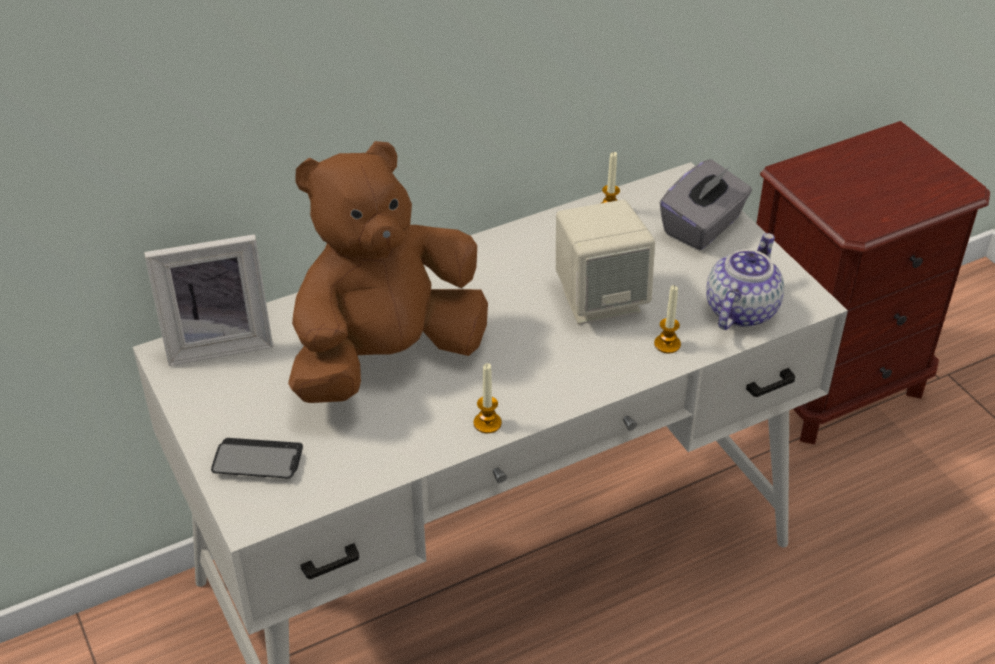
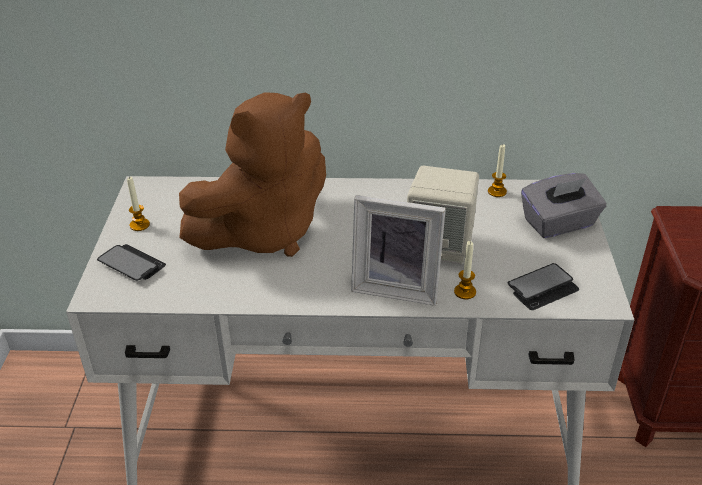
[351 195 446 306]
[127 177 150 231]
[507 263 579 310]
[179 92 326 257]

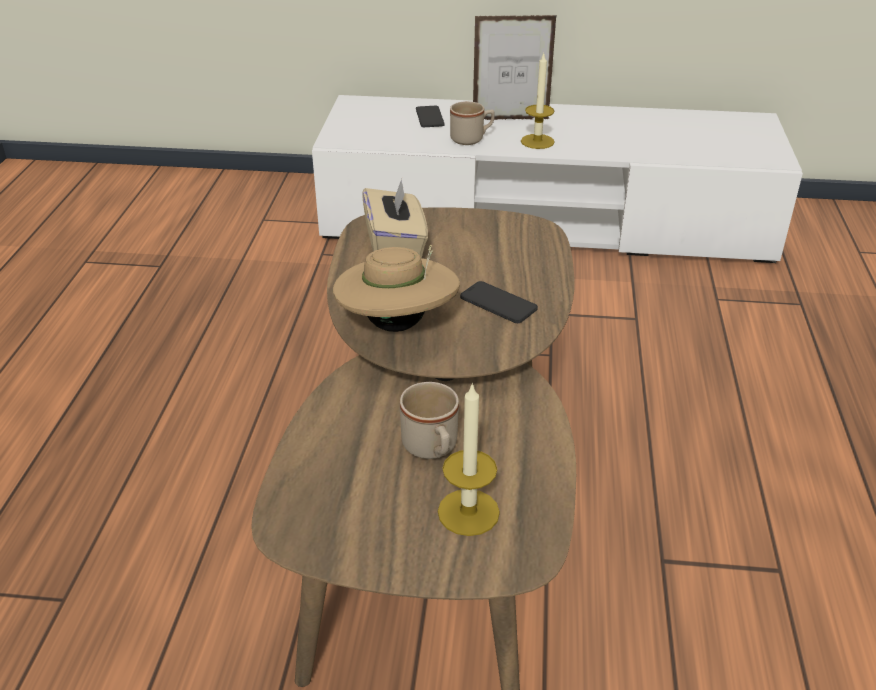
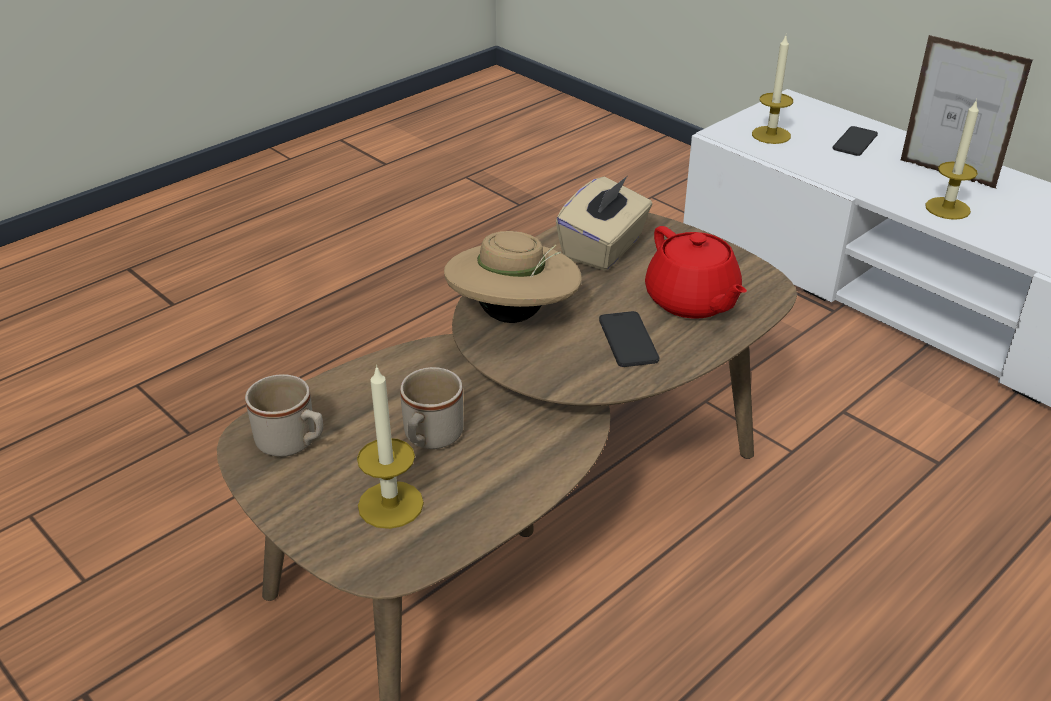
[645 226 747 319]
[752 36 793 144]
[245 374 323 457]

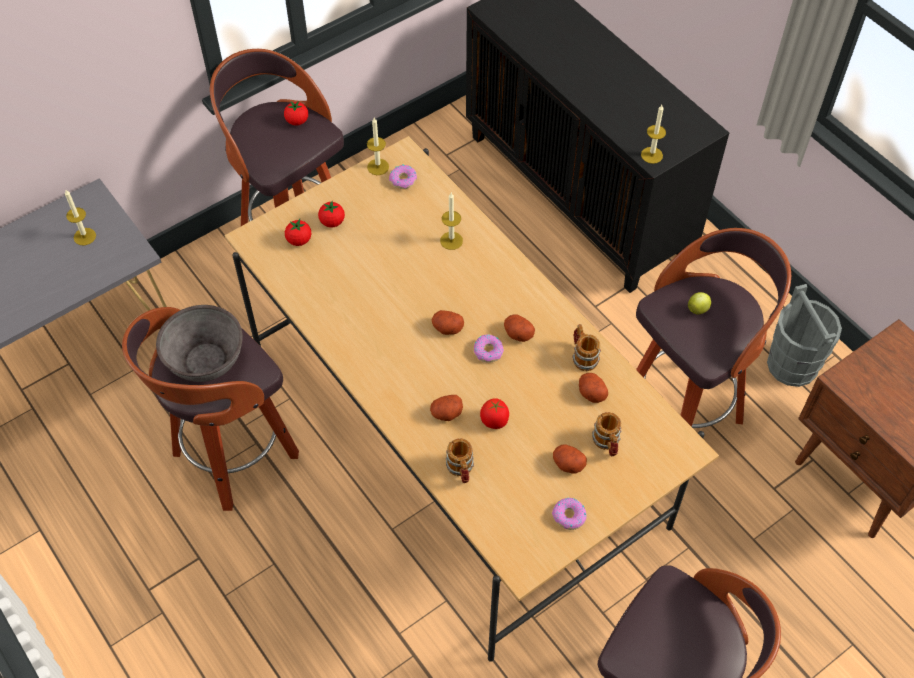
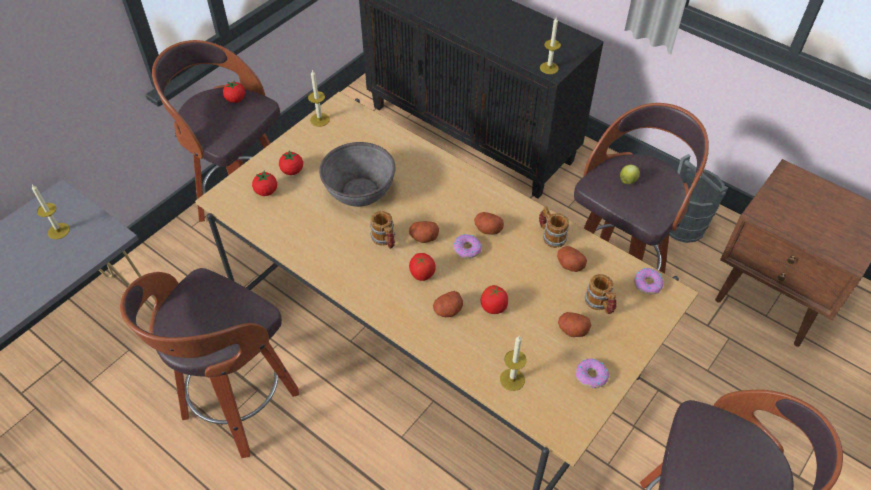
[409 253 436 281]
[319 142 396 207]
[634 268 663 294]
[500 336 526 391]
[370 211 395 249]

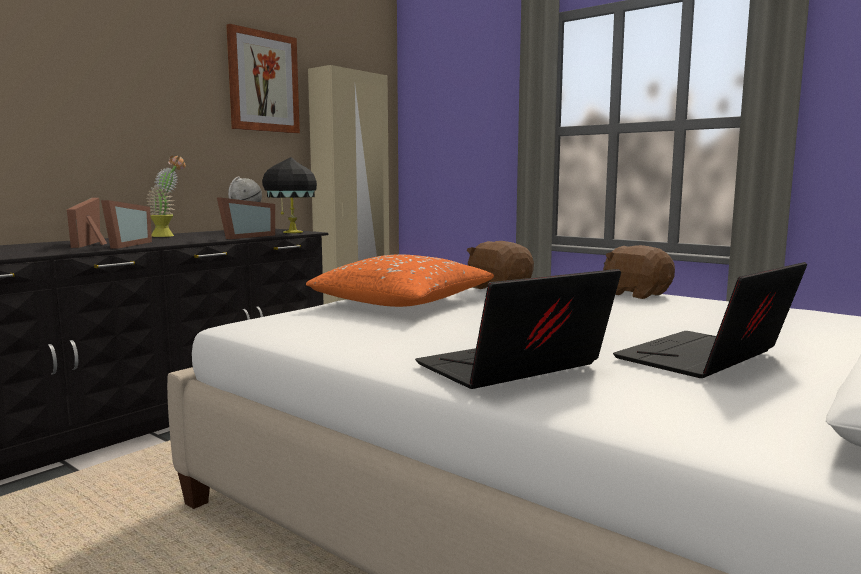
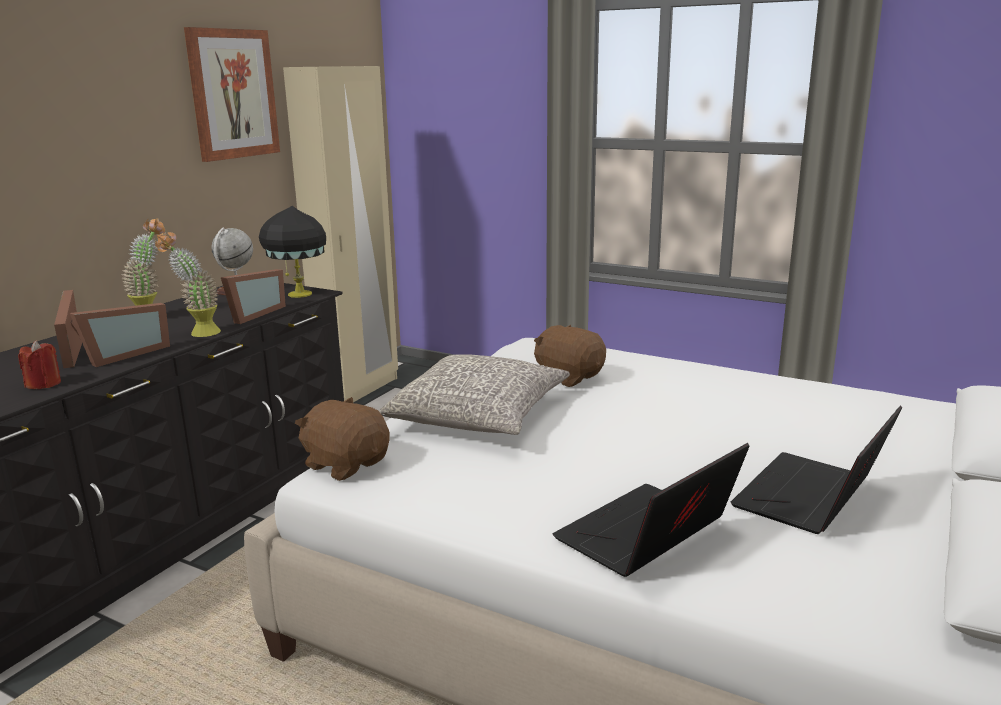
[18 340 61 389]
[155 232 221 337]
[295 397 390 481]
[379 354 570 435]
[70 303 170 367]

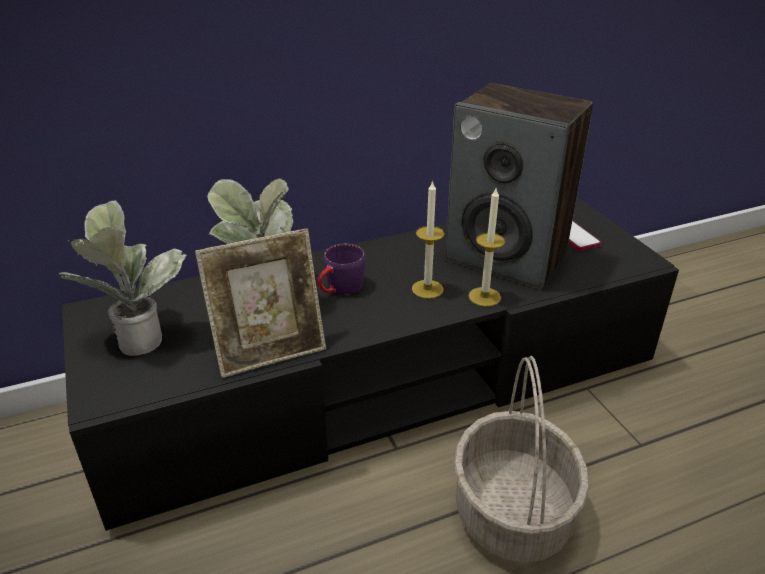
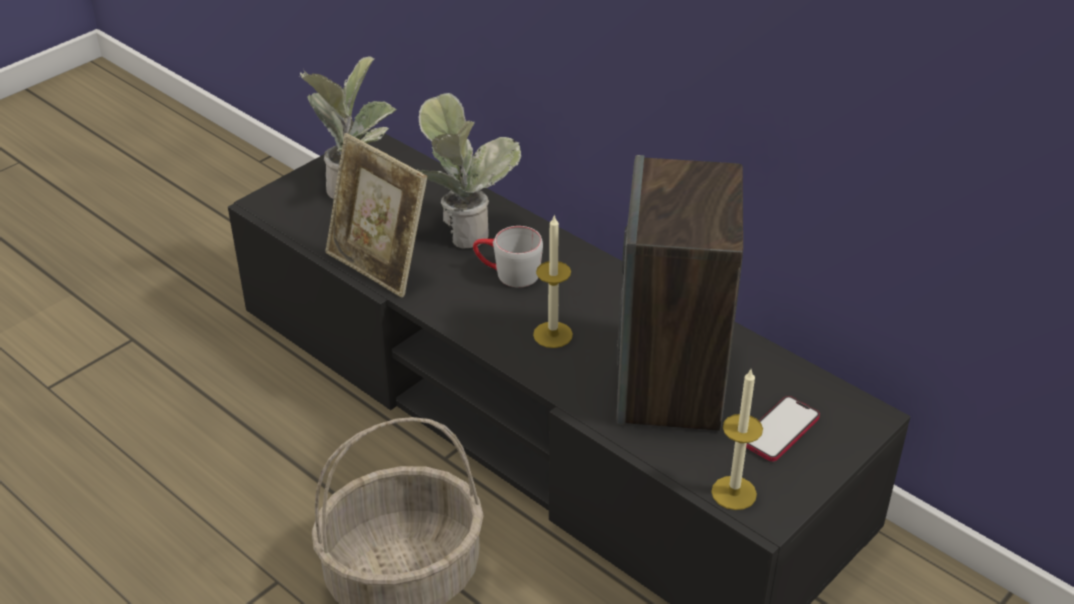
[711 370 763 510]
[473 226 543 288]

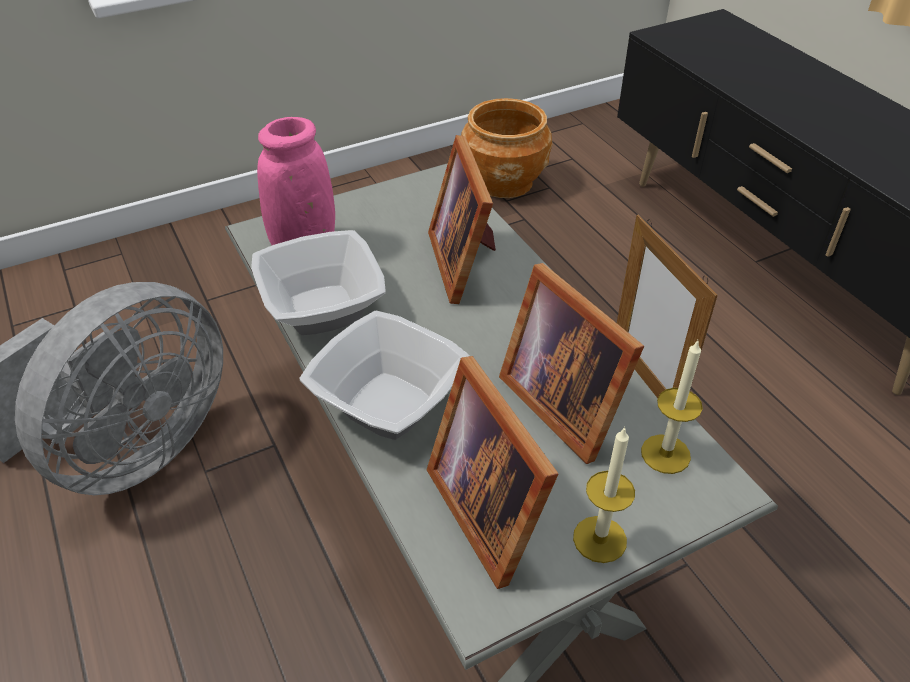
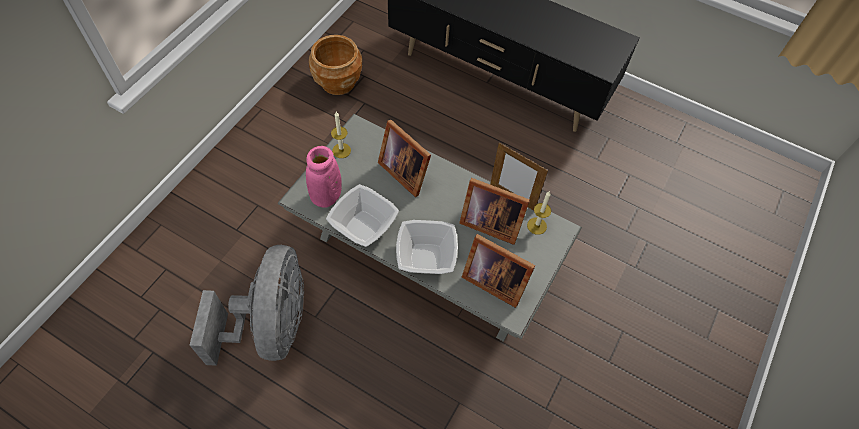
[331 112 351 158]

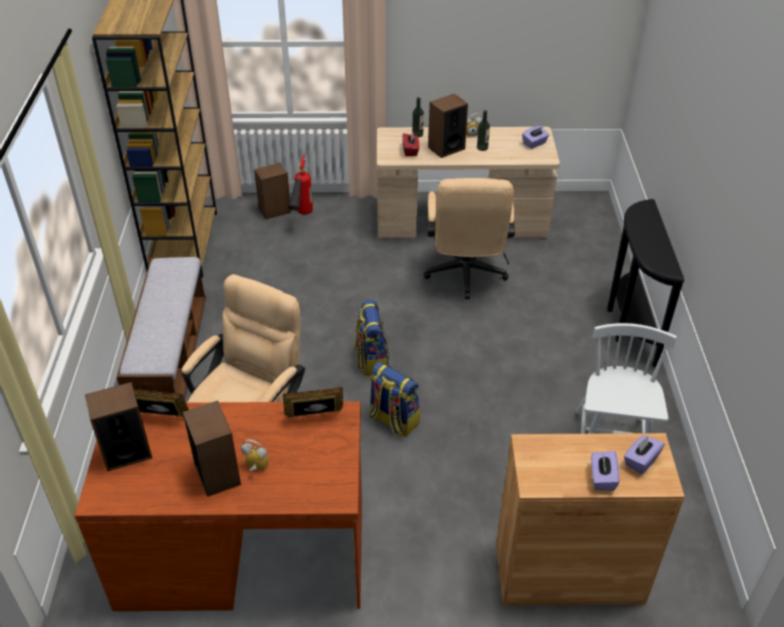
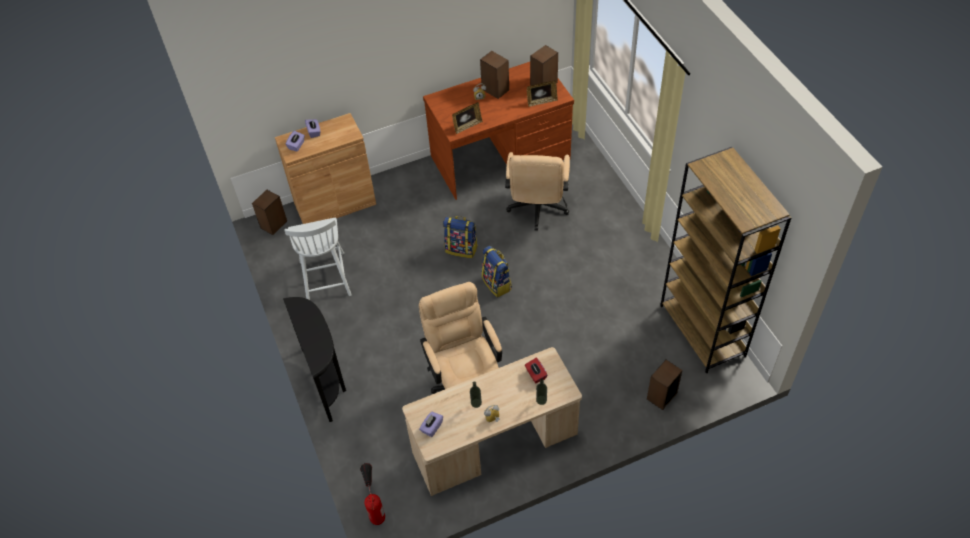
[117 257 206 400] (first image)
[360 463 385 525]
[252 190 287 235]

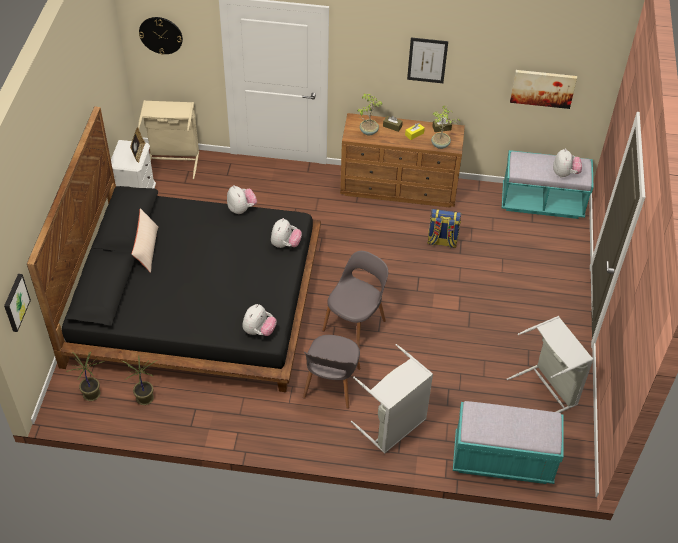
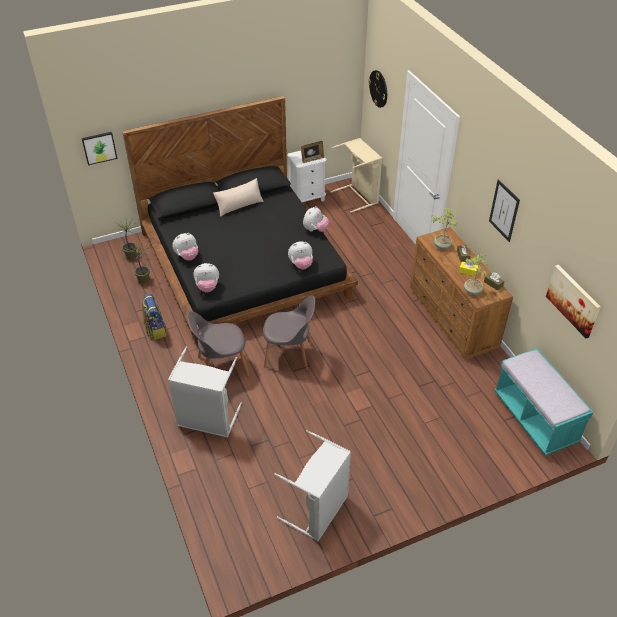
[453 401 564 484] (first image)
[142 293 166 340]
[172 233 198 261]

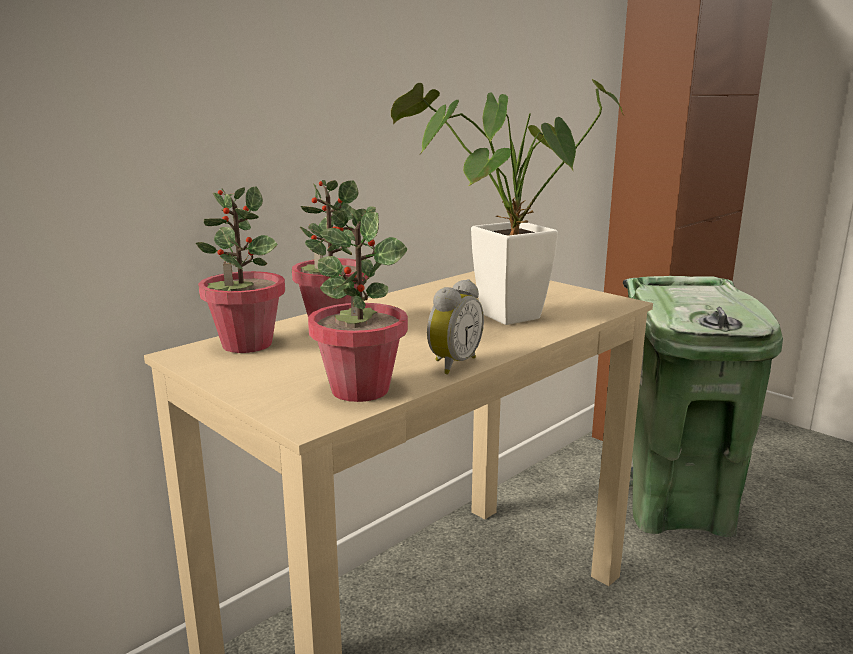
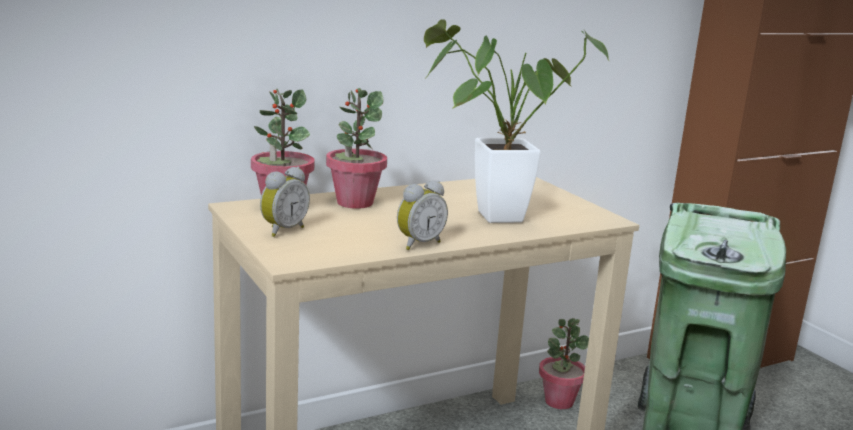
[260 167 310 237]
[539 318 589 409]

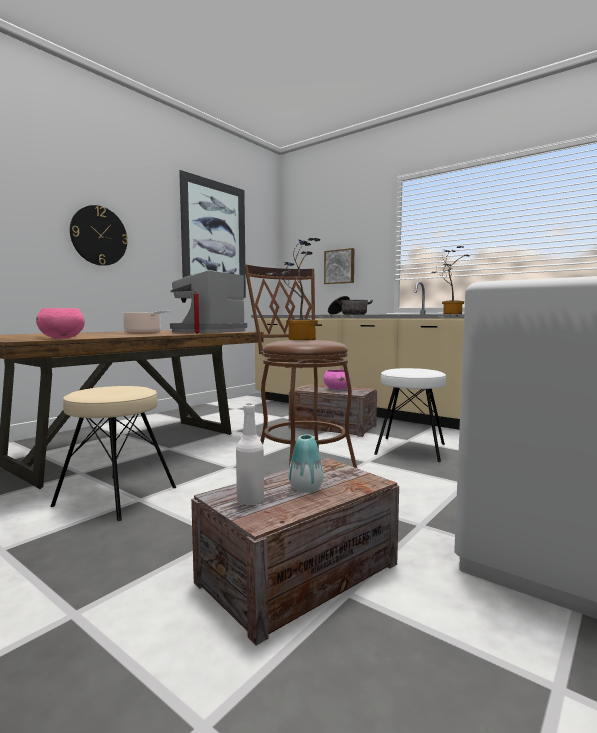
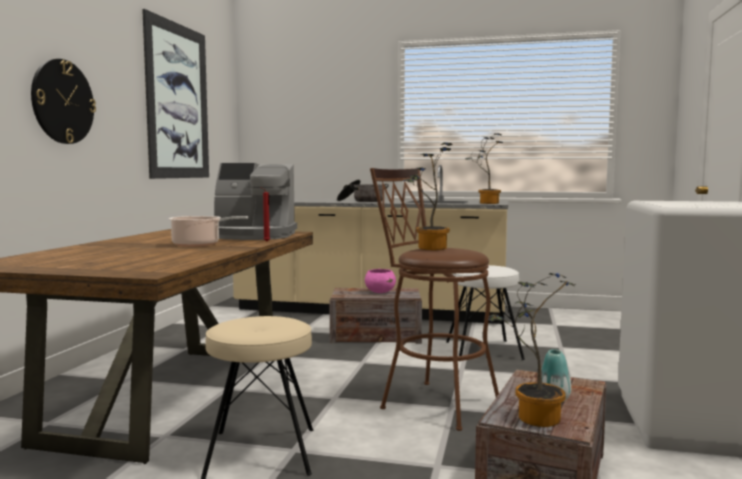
[36 308 85 339] (first image)
[324 248 354 284] (first image)
[488 273 576 427]
[214 163 297 240]

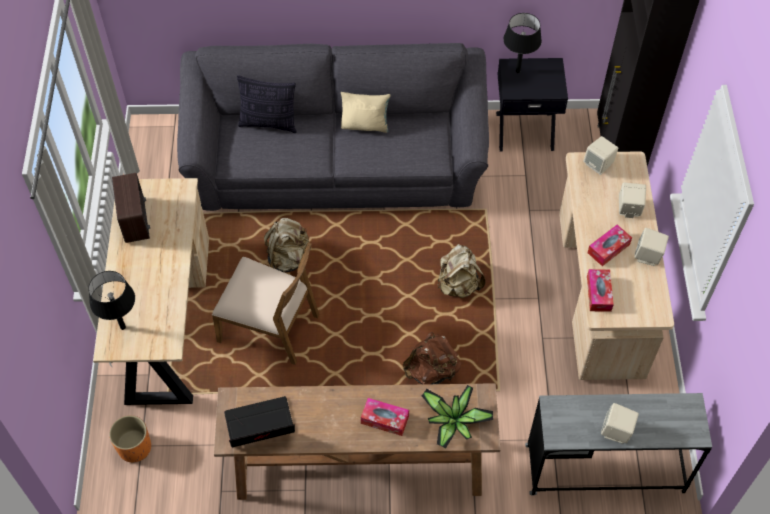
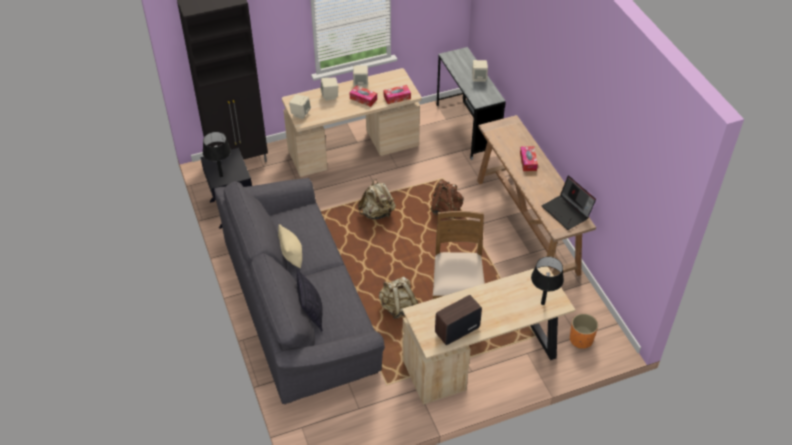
[421 385 493 449] (first image)

